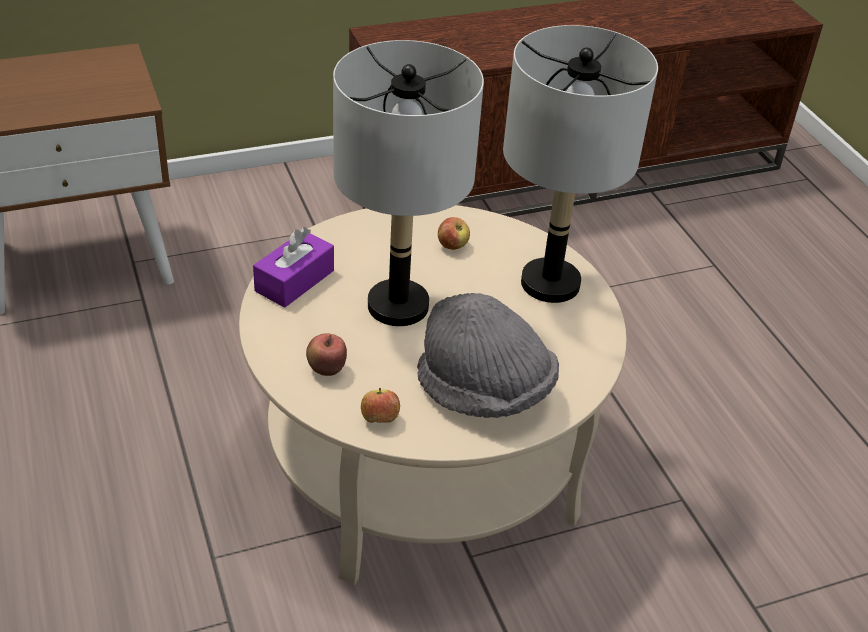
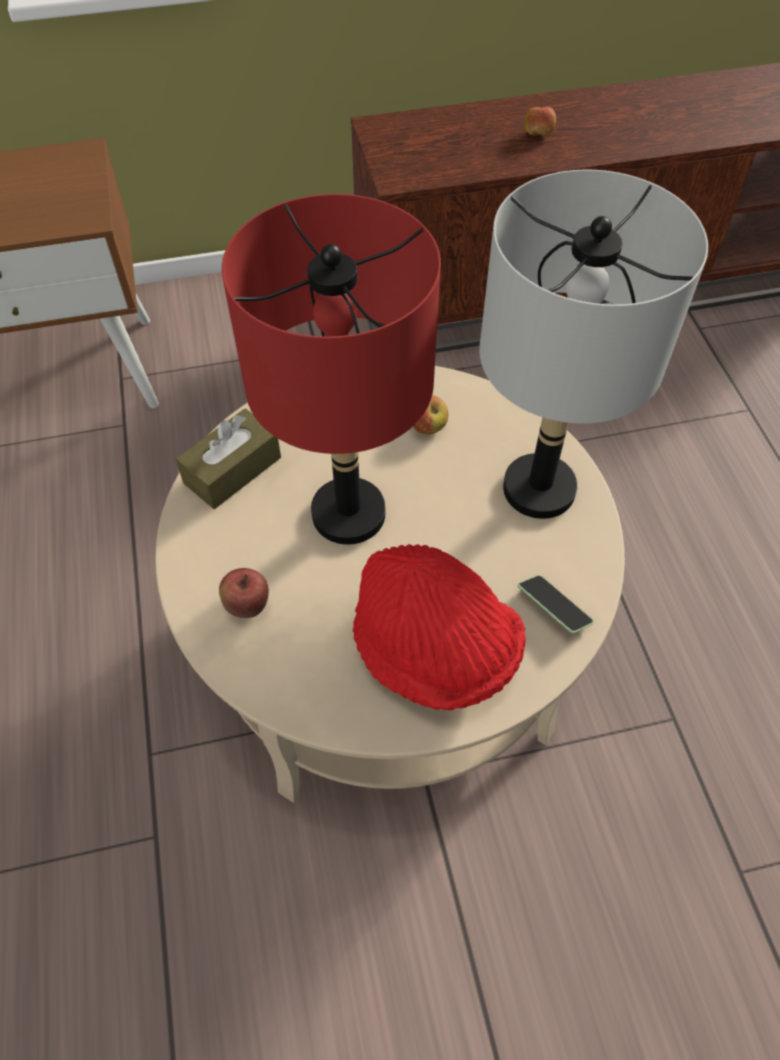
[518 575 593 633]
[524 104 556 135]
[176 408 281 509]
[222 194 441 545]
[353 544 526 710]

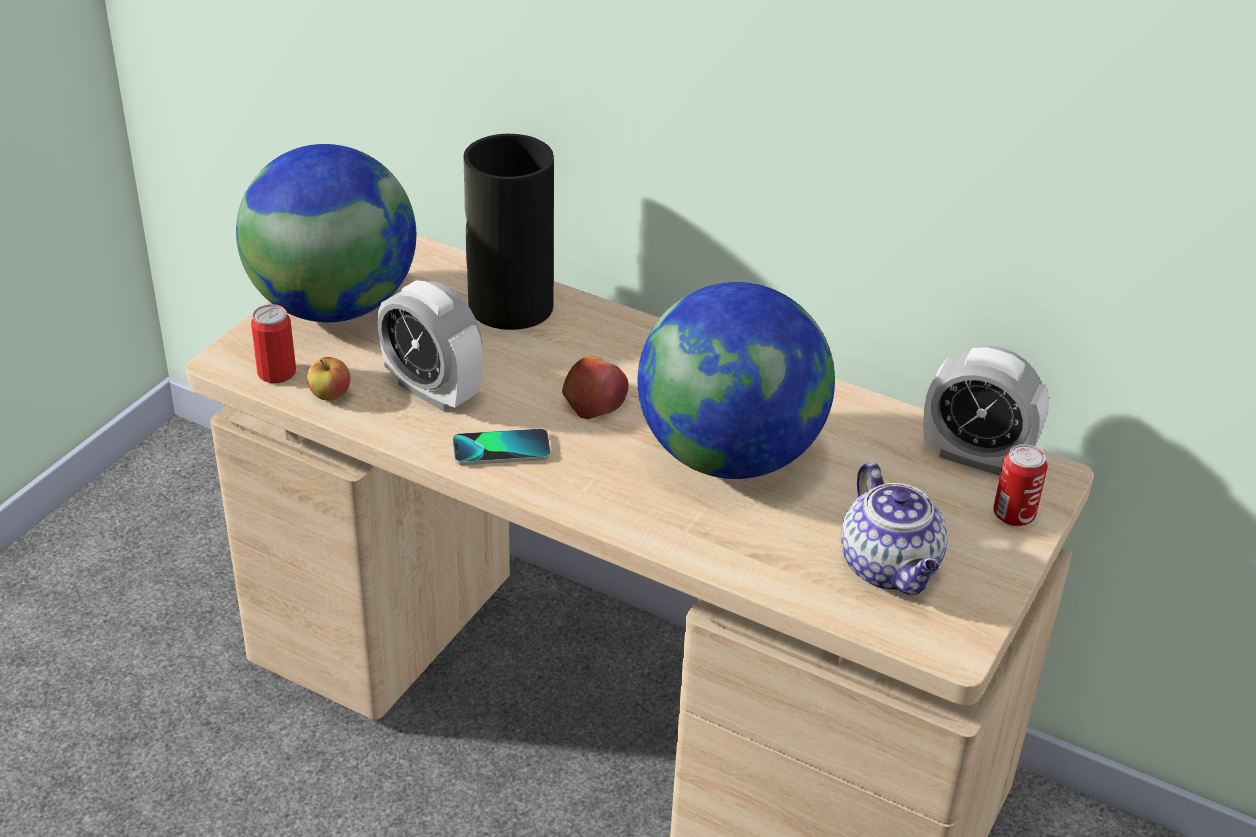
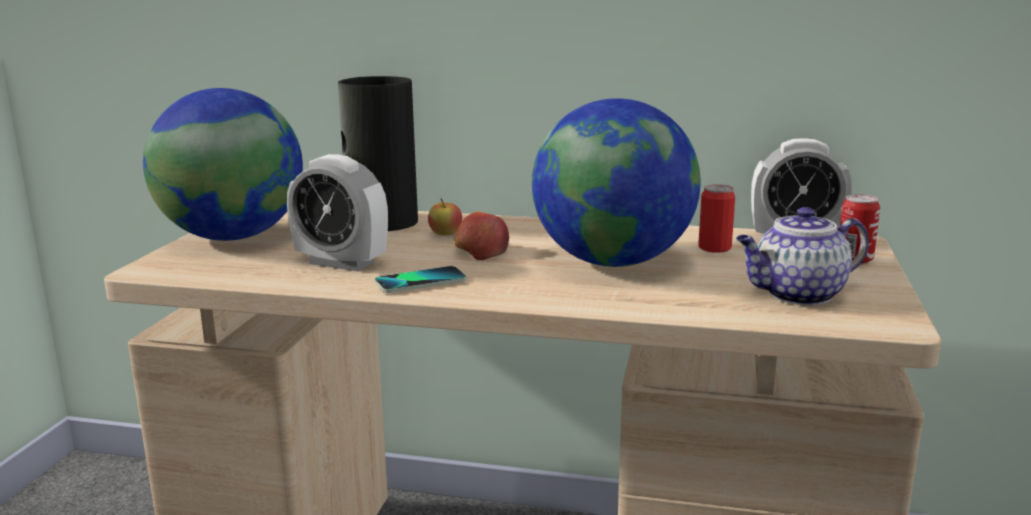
[698 184 735 253]
[428 198 462 236]
[736 207 869 306]

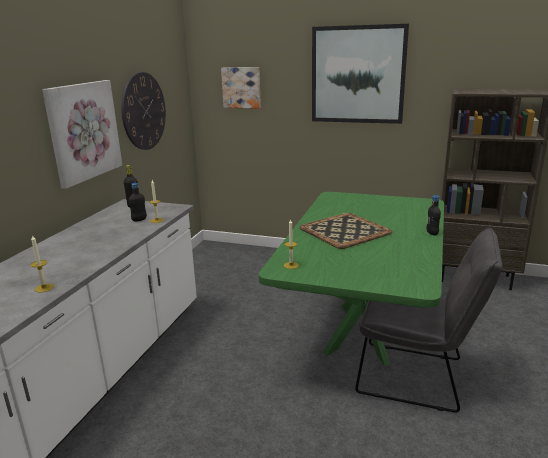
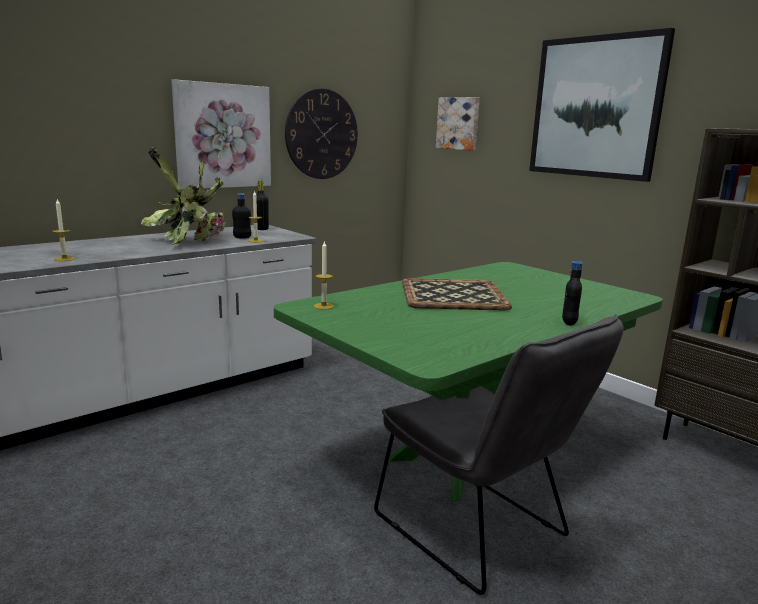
[141 147 226 246]

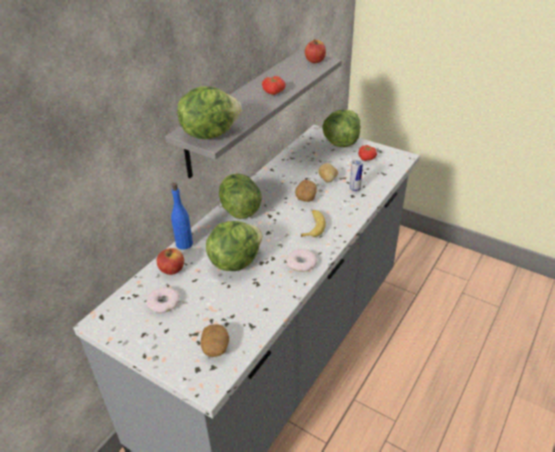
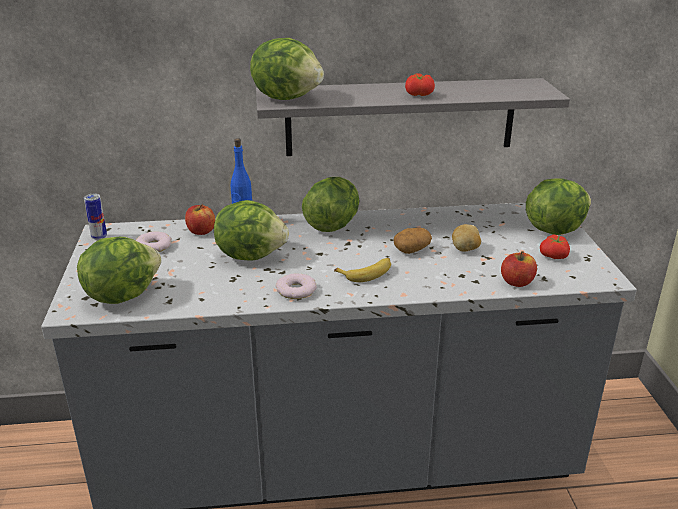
[501 251 537 287]
[84 194 107 240]
[77 236 161 304]

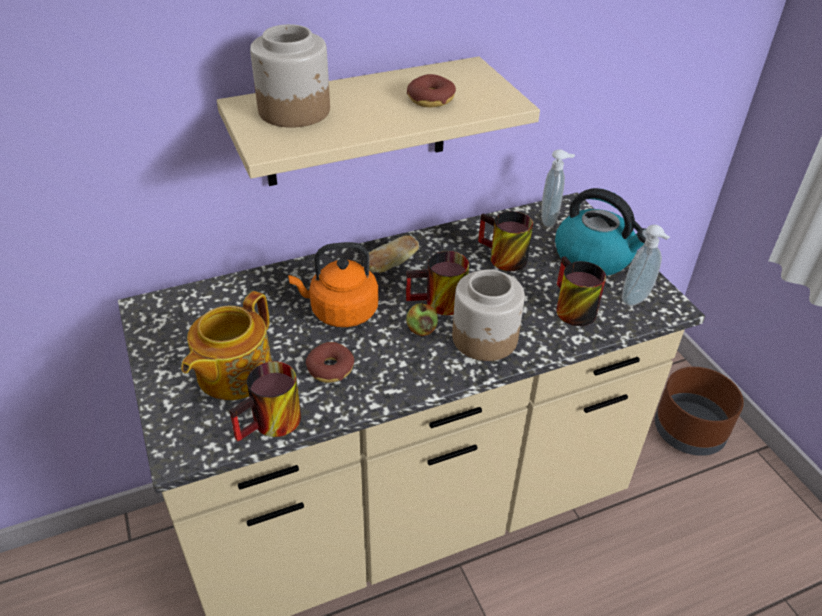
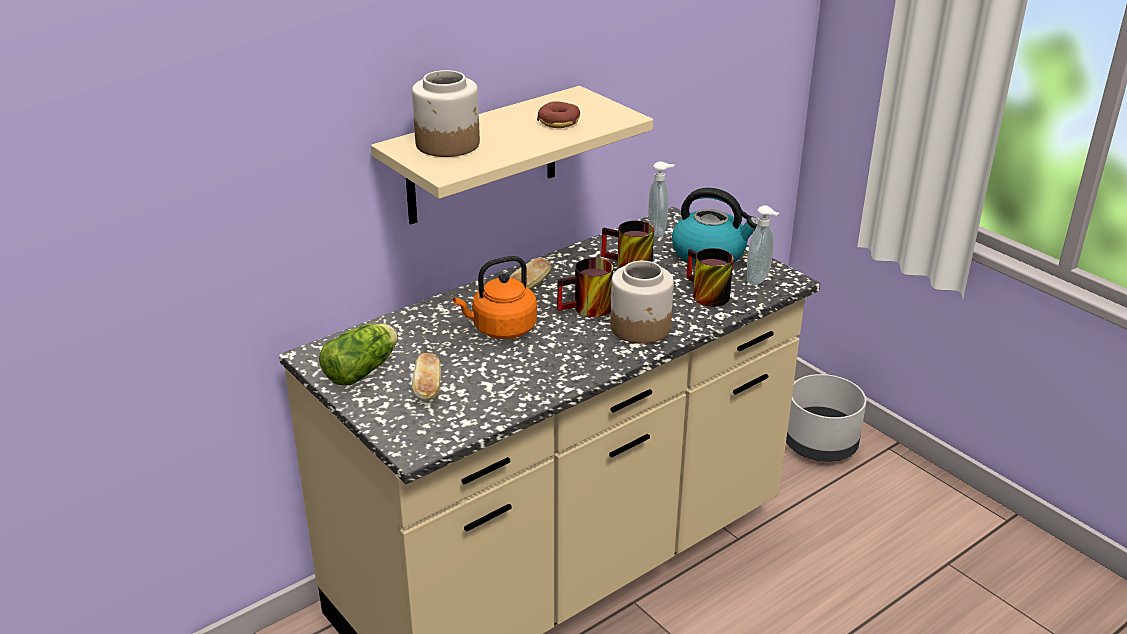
[229 361 301 441] (first image)
[306 342 354 383] (first image)
[406 303 438 336] (first image)
[319 323 398 385]
[412 353 441 401]
[786 374 866 462]

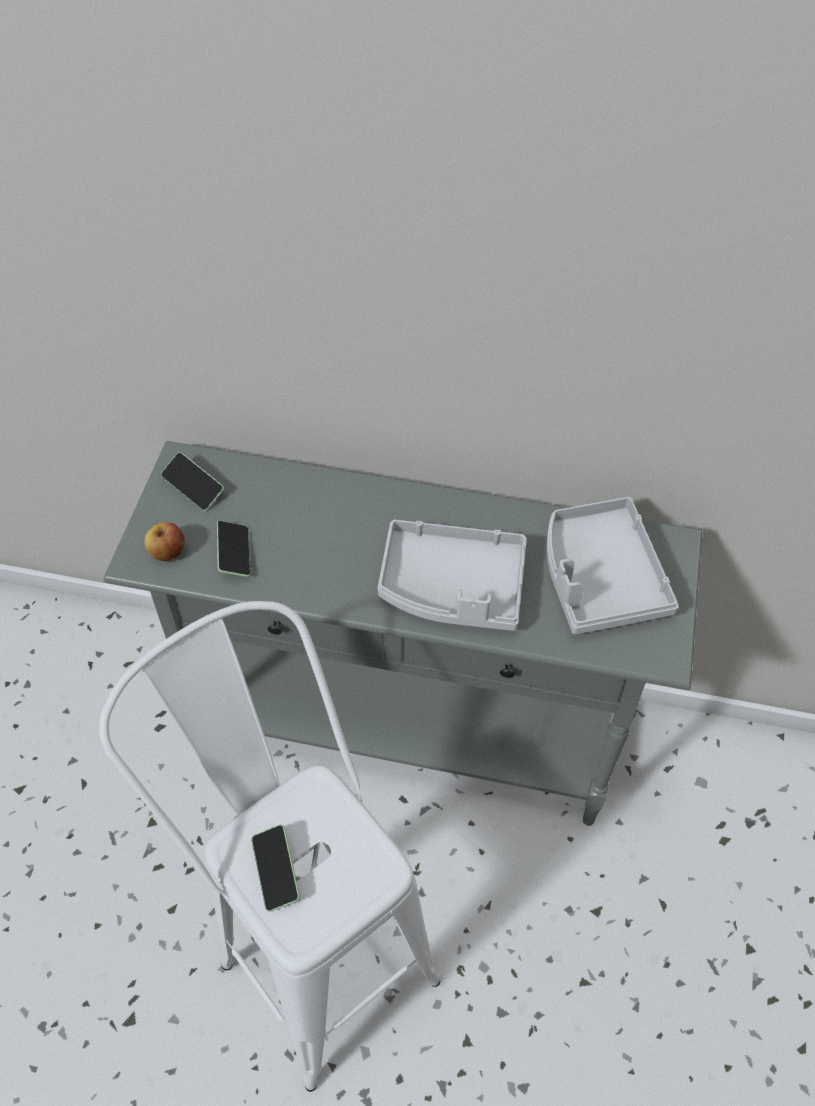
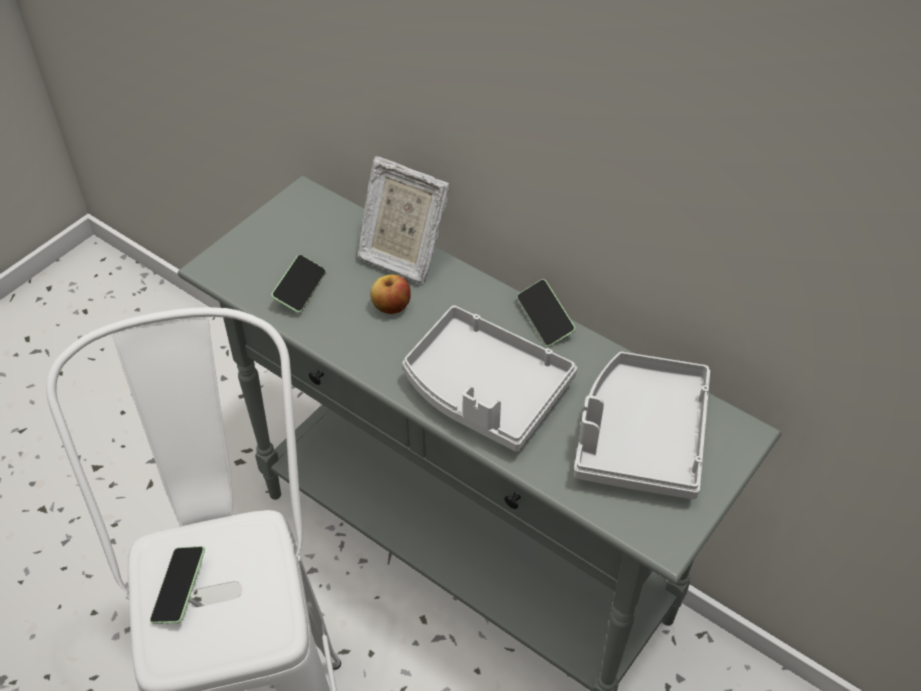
[358 156 450 283]
[370 275 411 314]
[517 279 576 347]

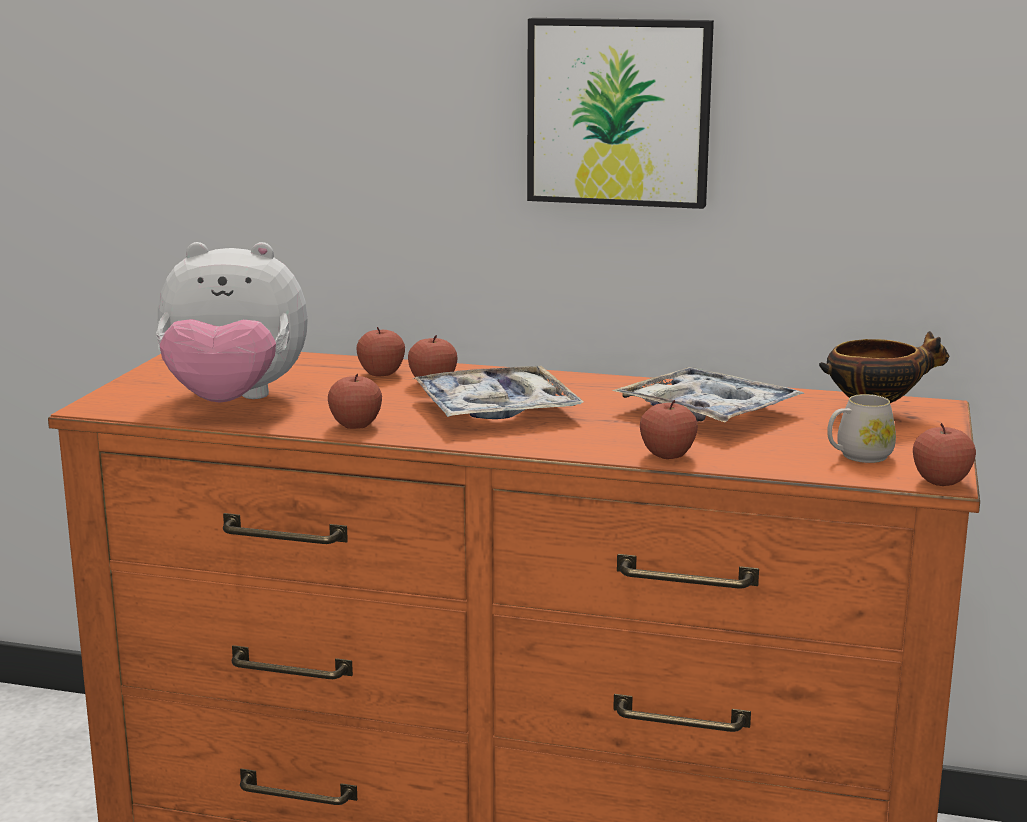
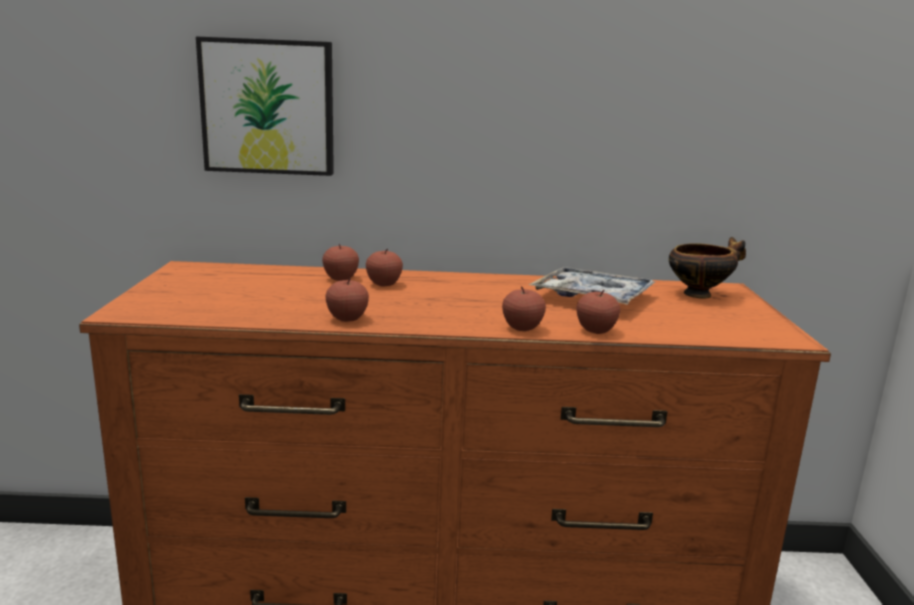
[156 242 308 403] (first image)
[413 365 584 419] (first image)
[827 394 896 463] (first image)
[196 36 334 176]
[502 286 546 331]

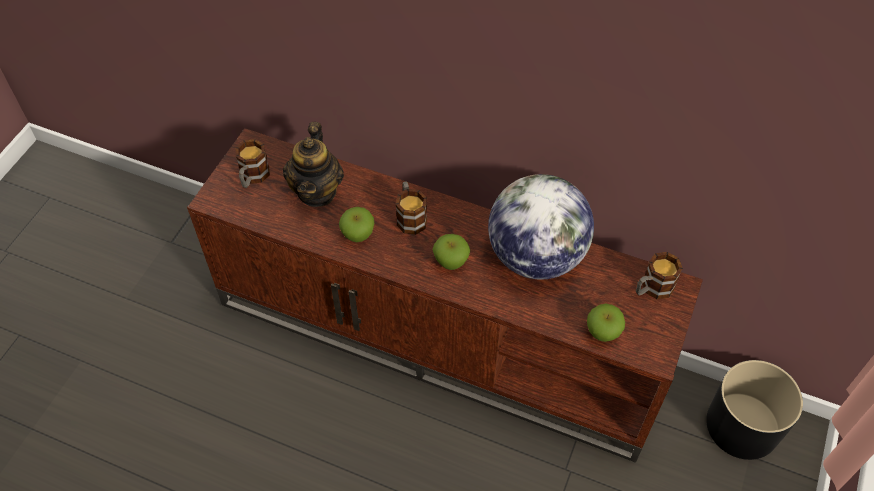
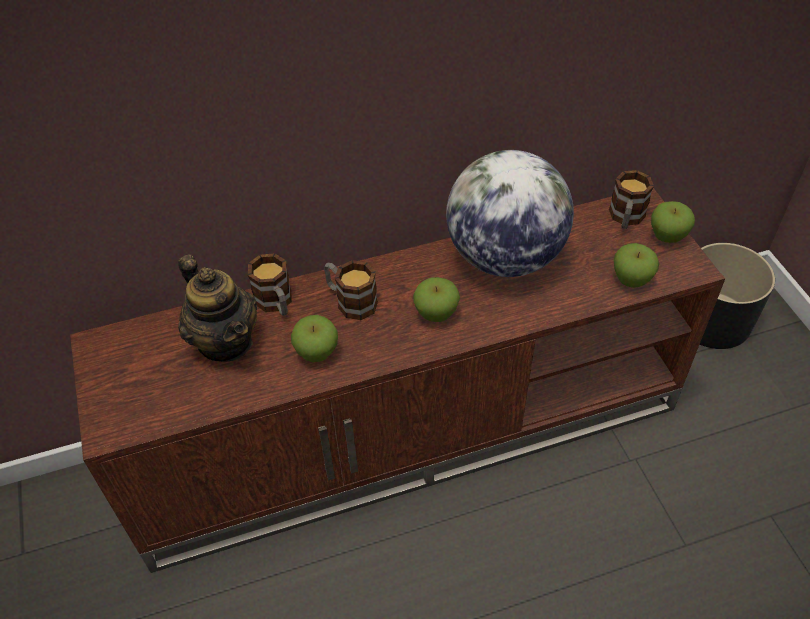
[651 201 695 243]
[248 253 292 316]

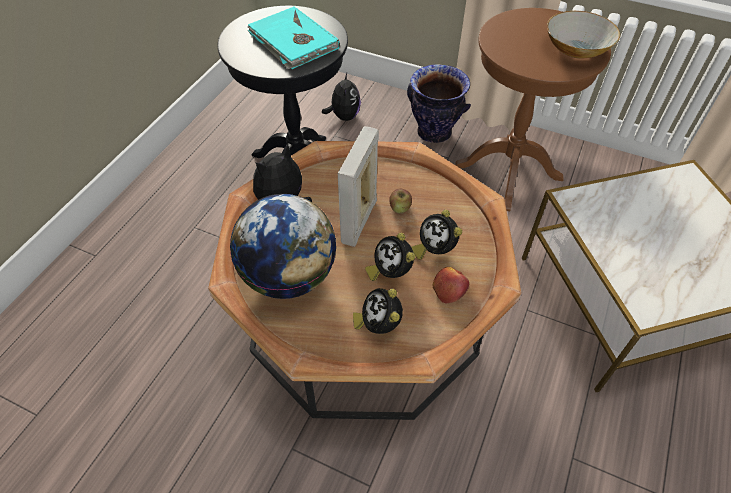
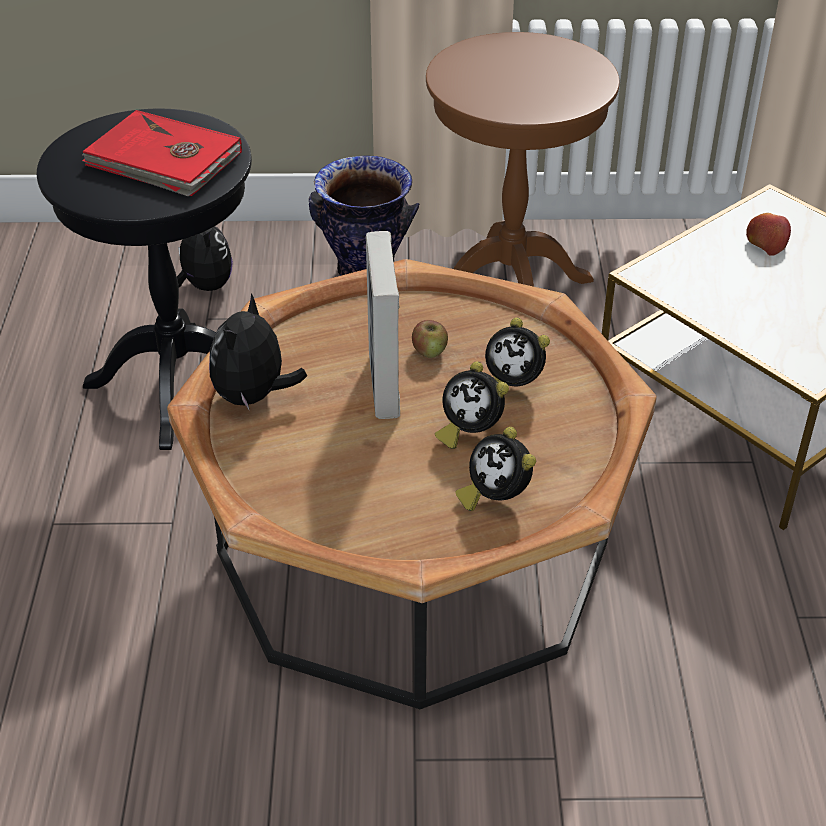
[230 194 337 299] (first image)
[547 11 620 59] (first image)
[746 213 791 256]
[82 110 242 196]

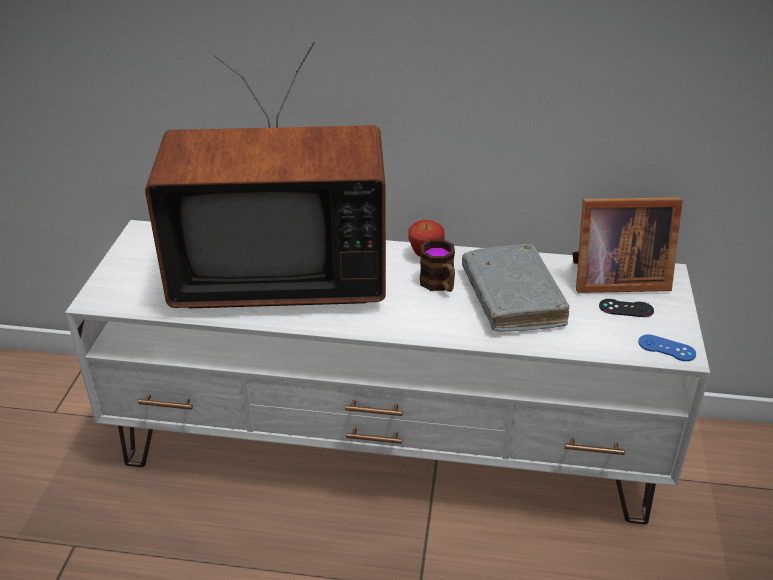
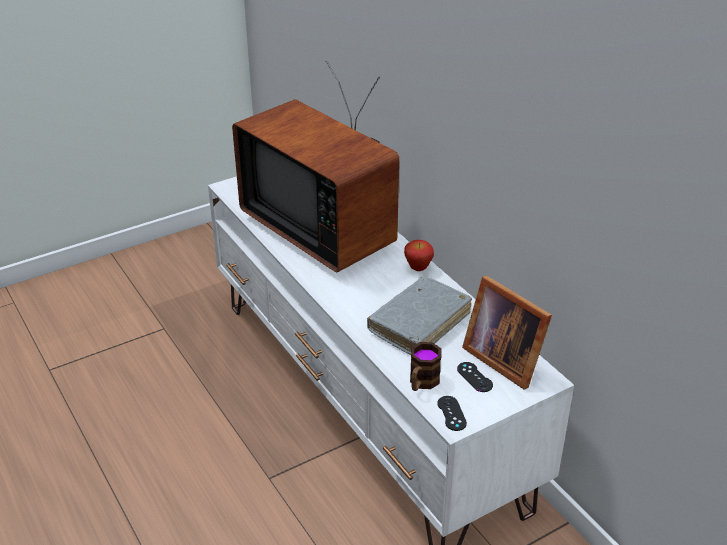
[410 342 442 391]
[437 396 467 431]

